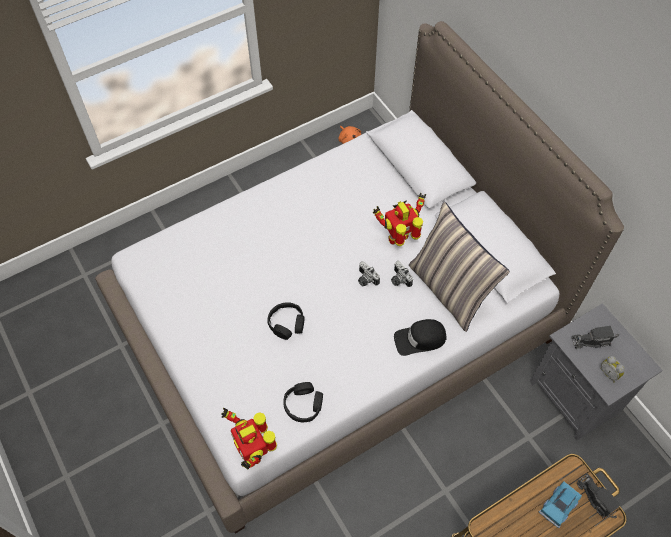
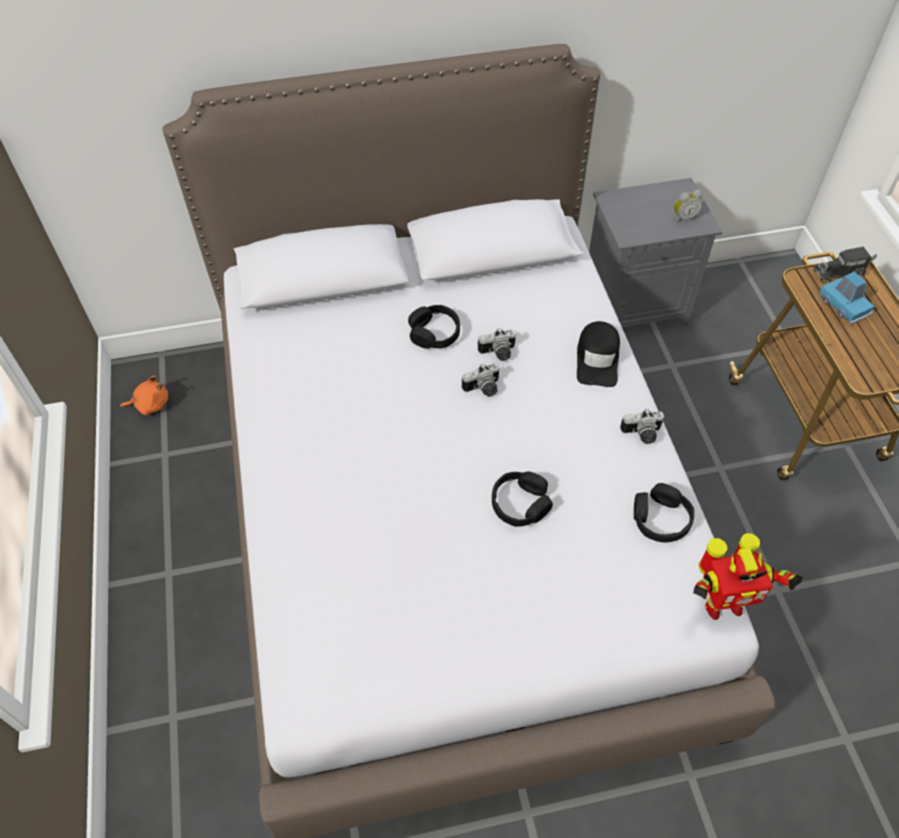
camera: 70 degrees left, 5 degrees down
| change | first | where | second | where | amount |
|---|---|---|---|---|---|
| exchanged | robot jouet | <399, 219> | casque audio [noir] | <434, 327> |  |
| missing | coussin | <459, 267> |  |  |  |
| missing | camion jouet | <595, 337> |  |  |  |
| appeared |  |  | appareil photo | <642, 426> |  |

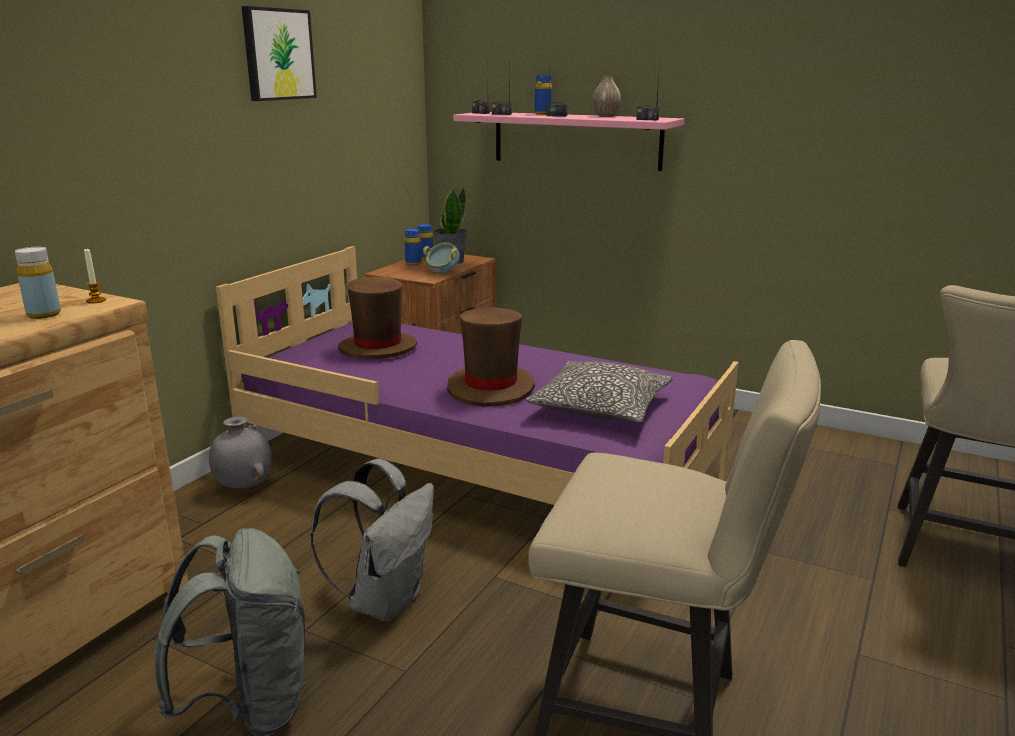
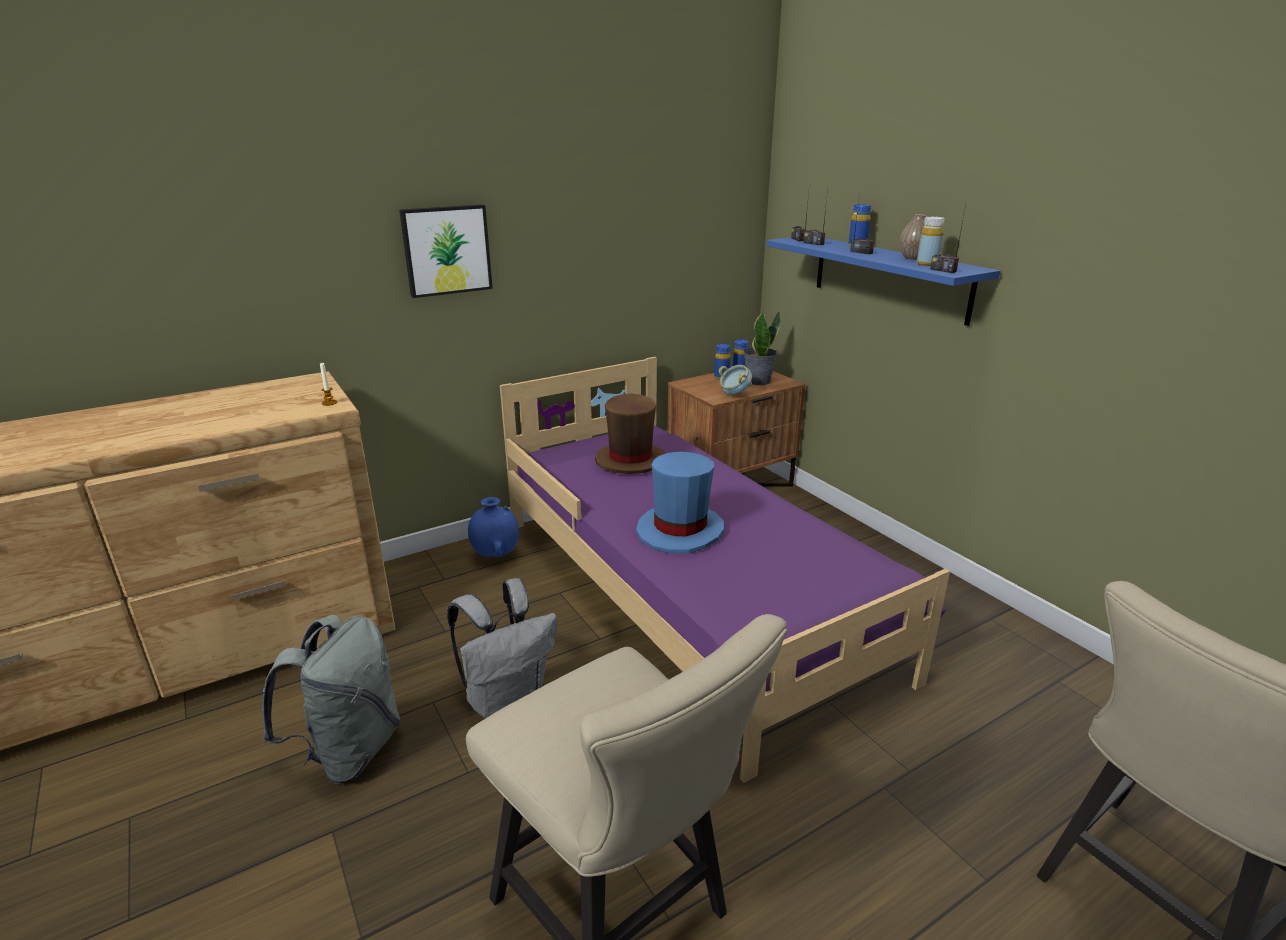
camera: 30 degrees right, 5 degrees up
| change | first | where | second | where | amount |
|---|---|---|---|---|---|
| relocated | tableau | <279, 53> |  | <446, 251> |  |
| colour | étagère [rose] | <568, 141> | étagère [bleu] | <883, 282> |  |
| relocated | bouteille [jaune] | <38, 283> |  | <931, 241> |  |
| colour | chapeau [marron] | <491, 357> | chapeau [bleu] | <680, 503> |  |
| missing | coussin | <599, 392> |  |  |  |
| colour | vase [gris] | <240, 452> | vase [bleu] | <493, 527> |  |

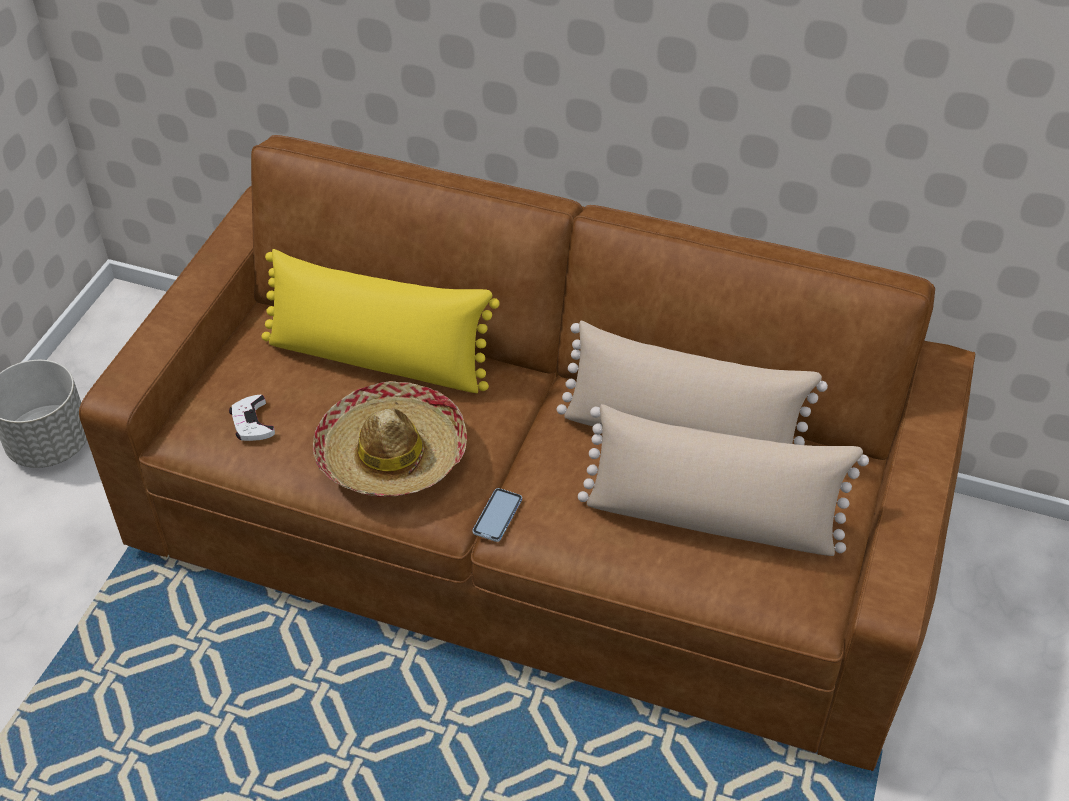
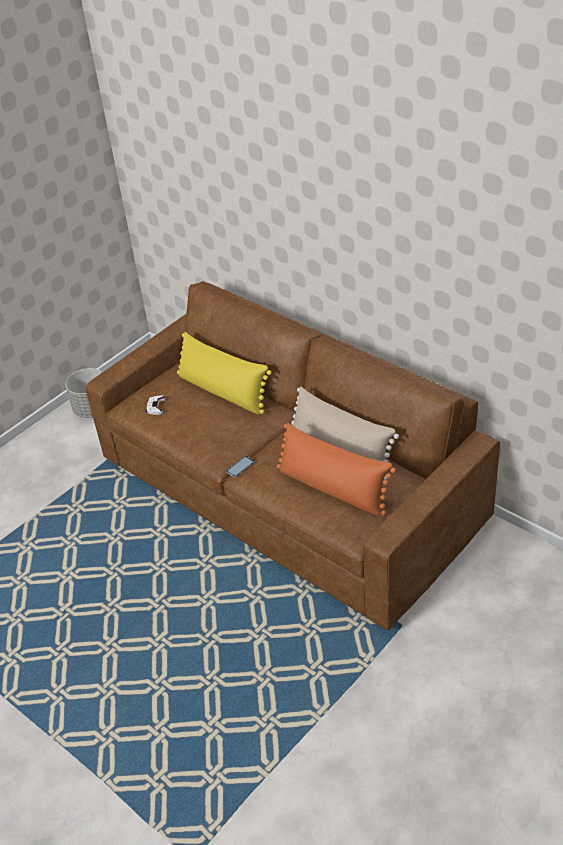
camera: 25 degrees right, 5 degrees down
| change | first | where | second | where | amount |
|---|---|---|---|---|---|
| missing | chapeau | <390, 439> |  |  |  |
| colour | coussin [beige] | <723, 480> | coussin [orange] | <336, 469> |  |

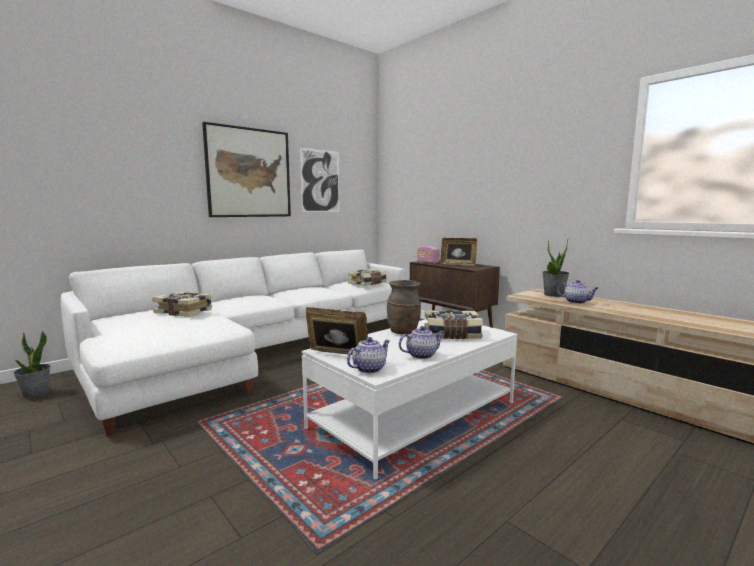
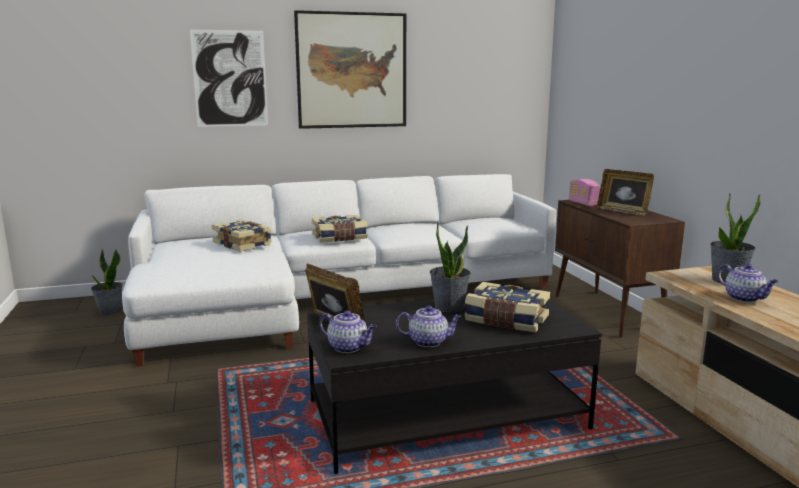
camera: 25 degrees right, 5 degrees up
| change | first | where | second | where | amount |
|---|---|---|---|---|---|
| relocated | tableau | <319, 180> |  | <229, 78> |  |
| relocated | livre | <367, 277> |  | <340, 229> |  |
| exchanged | vase [marron] | <404, 307> | plante en pot | <450, 267> |  |
| colour | table basse [blanc] | <410, 399> | table basse [noir] | <454, 381> |  |
| spun | théière | <368, 355> |  | <348, 331> | 45 degrees clockwise |

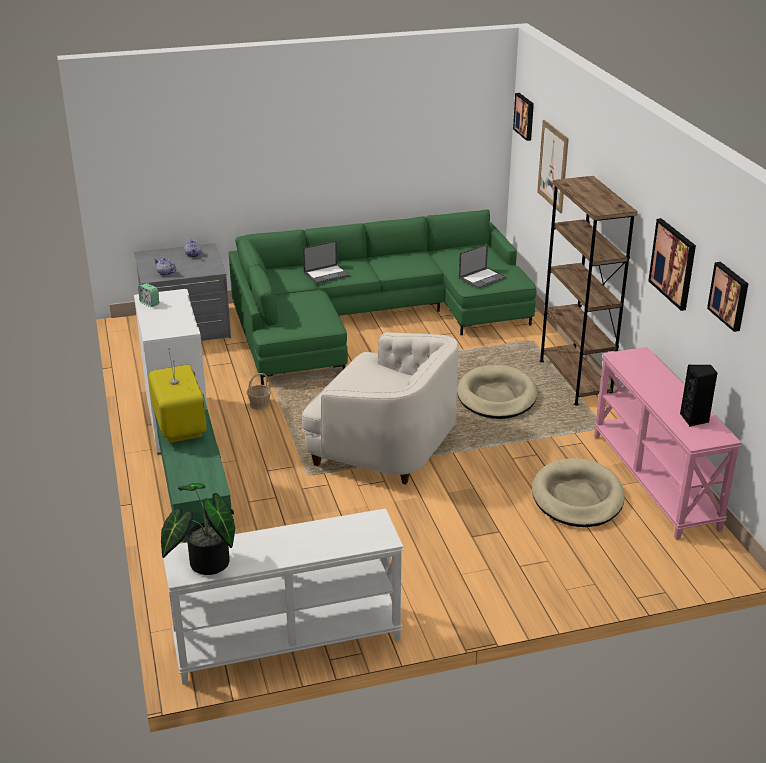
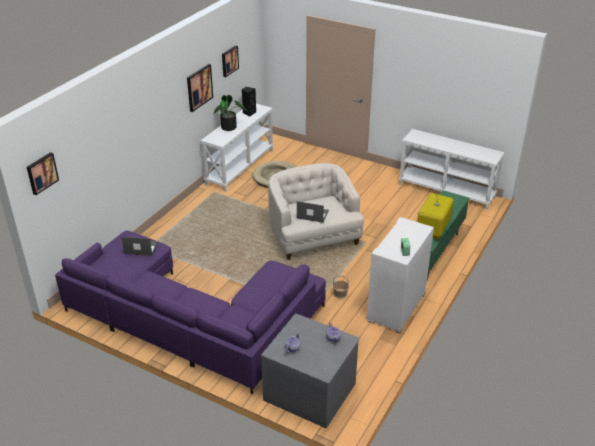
camera: 135 degrees left, 5 degrees up
| change | first | where | second | where | amount |
|---|---|---|---|---|---|
| missing | tableau | <553, 166> |  |  |  |
| missing | bibliothèque [marron] | <588, 291> |  |  |  |
| colour | canapé [vert] | <382, 297> | canapé [violet] | <190, 312> |  |
| relocated | ordinateur portable | <326, 262> |  | <313, 212> |  |
| colour | table console [rose] | <668, 443> | table console [blanc] | <236, 148> |  |
| missing | panier pour chien [beige] | <497, 392> |  |  |  |
| relocated | plante en pot | <198, 529> |  | <231, 113> |  |

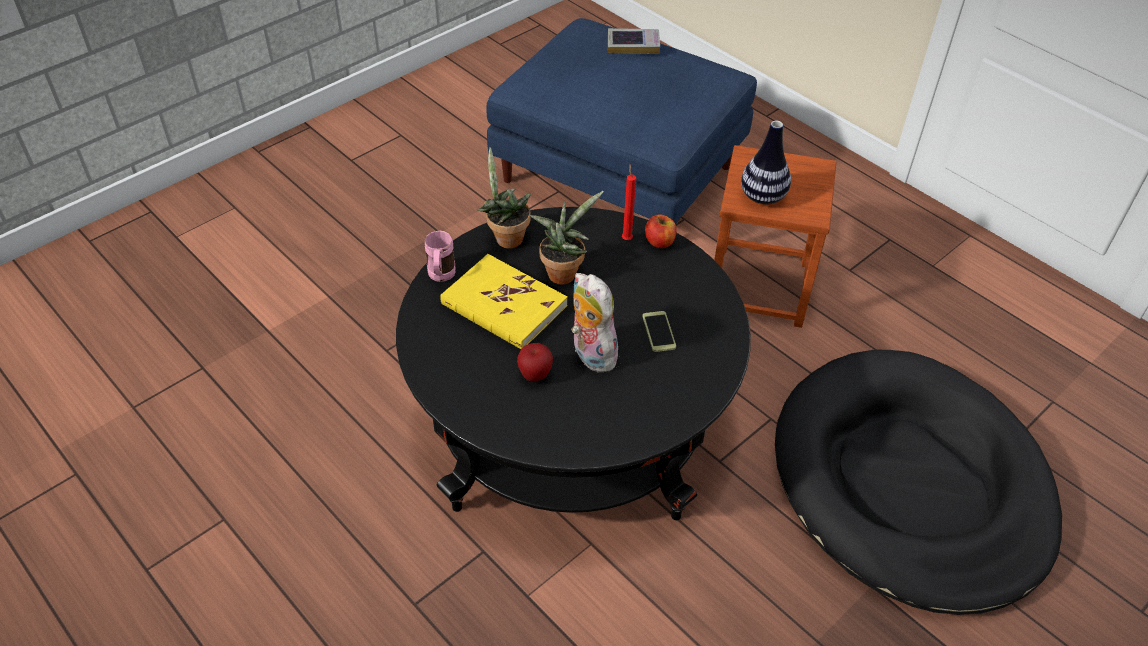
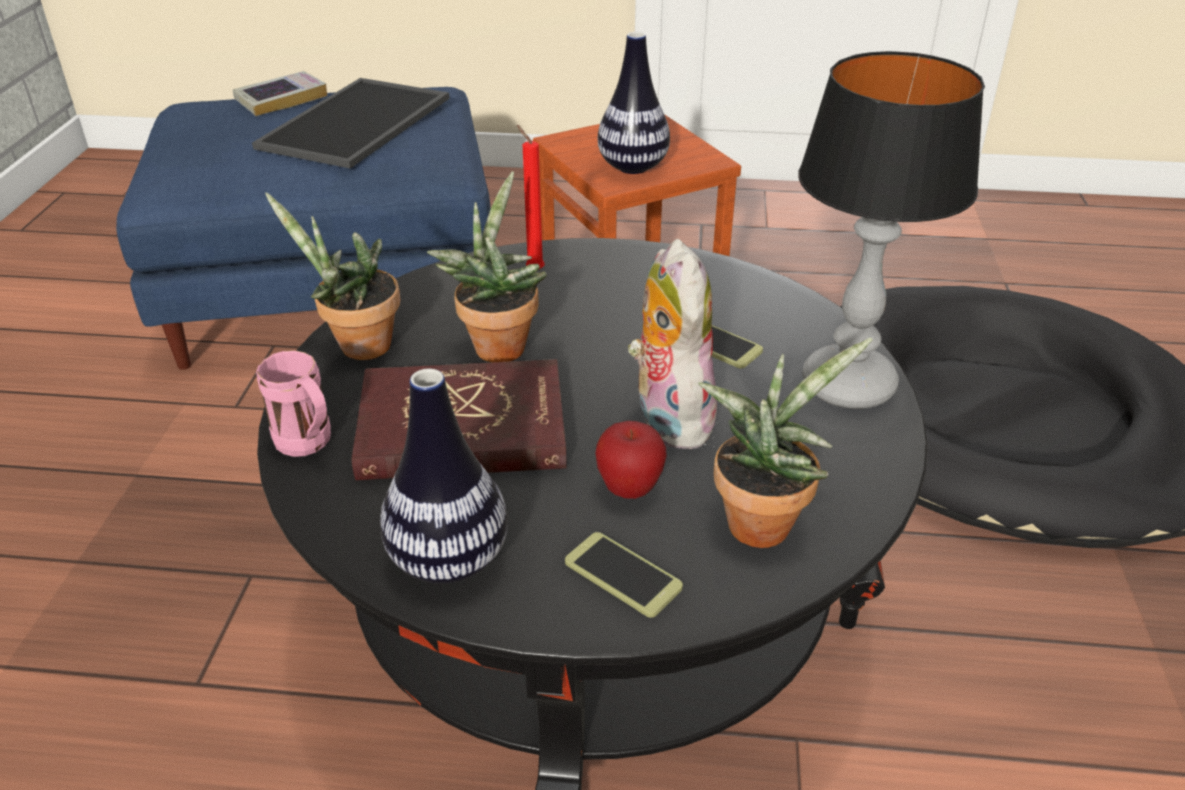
camera: 40 degrees left, 10 degrees down
| change | first | where | second | where | amount |
|---|---|---|---|---|---|
| missing | pomme | <661, 231> |  |  |  |
| colour | livre [jaune] | <504, 301> | livre [rouge] | <459, 419> |  |
| spun | peluche | <594, 322> |  | <672, 344> | 60 degrees clockwise |
| appeared |  |  | lampe de table | <891, 230> |  |
| appeared |  |  | plateau | <351, 123> |  |
| appeared |  |  | plante en pot | <785, 443> |  |
| appeared |  |  | vase | <444, 476> |  |
| appeared |  |  | téléphone | <624, 575> |  |

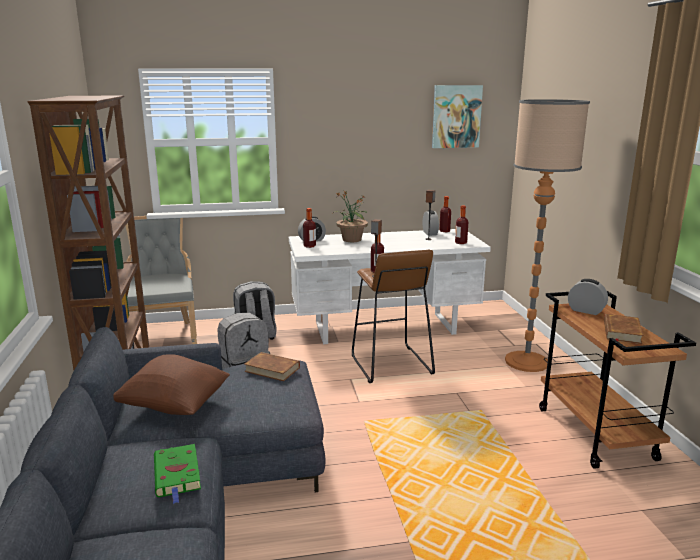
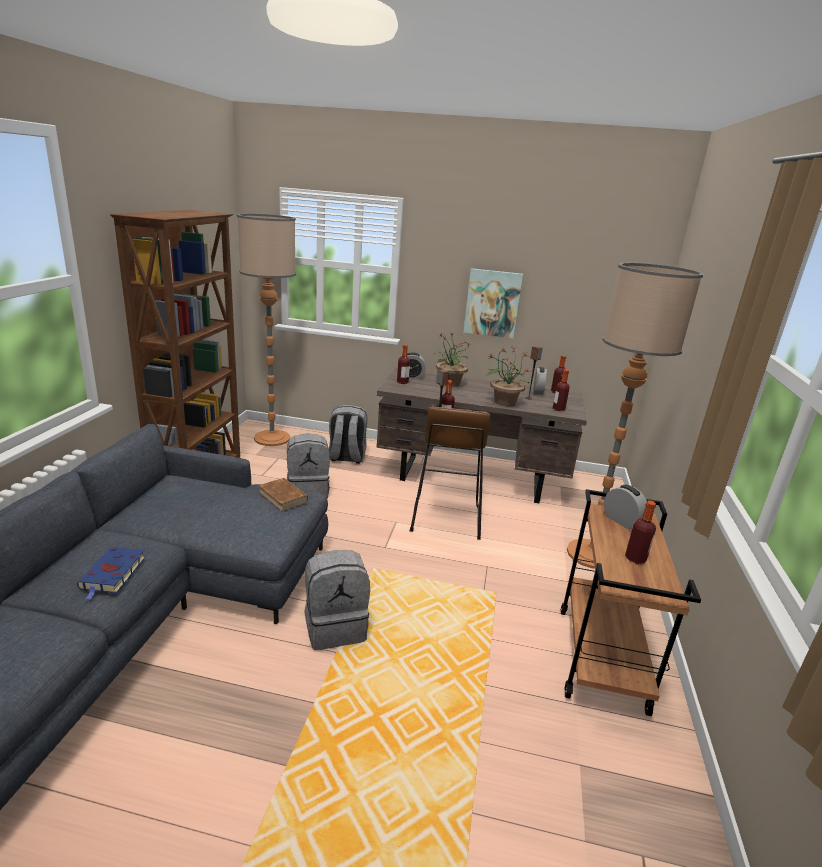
camera: 20 degrees right, 5 degrees up
| change | first | where | second | where | amount |
|---|---|---|---|---|---|
| relocated | tableau | <457, 116> |  | <493, 303> |  |
| exchanged | chaise [gris] | <161, 280> | lampadaire | <266, 330> |  |
| colour | bureau [blanc] | <390, 286> | bureau [marron] | <481, 435> |  |
| exchanged | livre [marron] | <624, 329> | bouteille | <640, 532> |  |
| missing | coussin [marron] | <171, 384> |  |  |  |
| colour | livre [vert] | <177, 474> | livre [bleu] | <111, 573> |  |
| appeared |  |  | plante en pot | <508, 376> |  |
| appeared |  |  | sac à dos [gris] | <337, 600> |  |

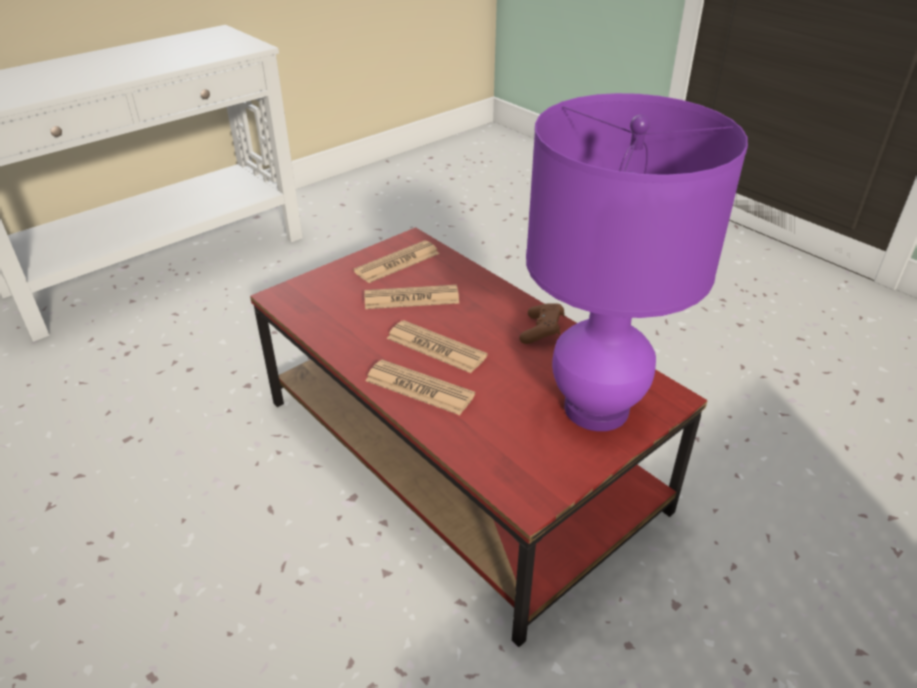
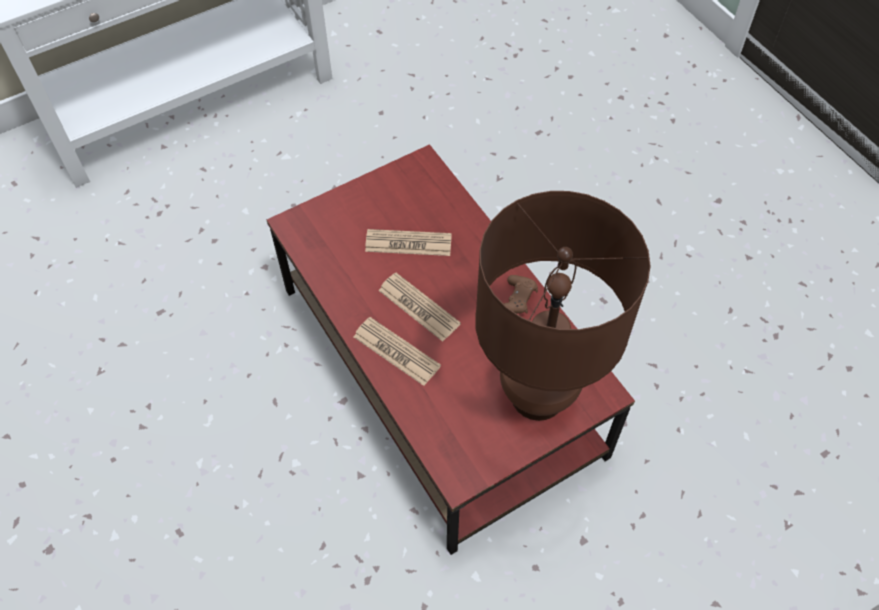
camera: 10 degrees right, 20 degrees up
| change | first | where | second | where | amount |
|---|---|---|---|---|---|
| colour | lampe de table [violet] | <637, 262> | lampe de table [marron] | <563, 306> |  |
| missing | journal | <397, 261> |  |  |  |

